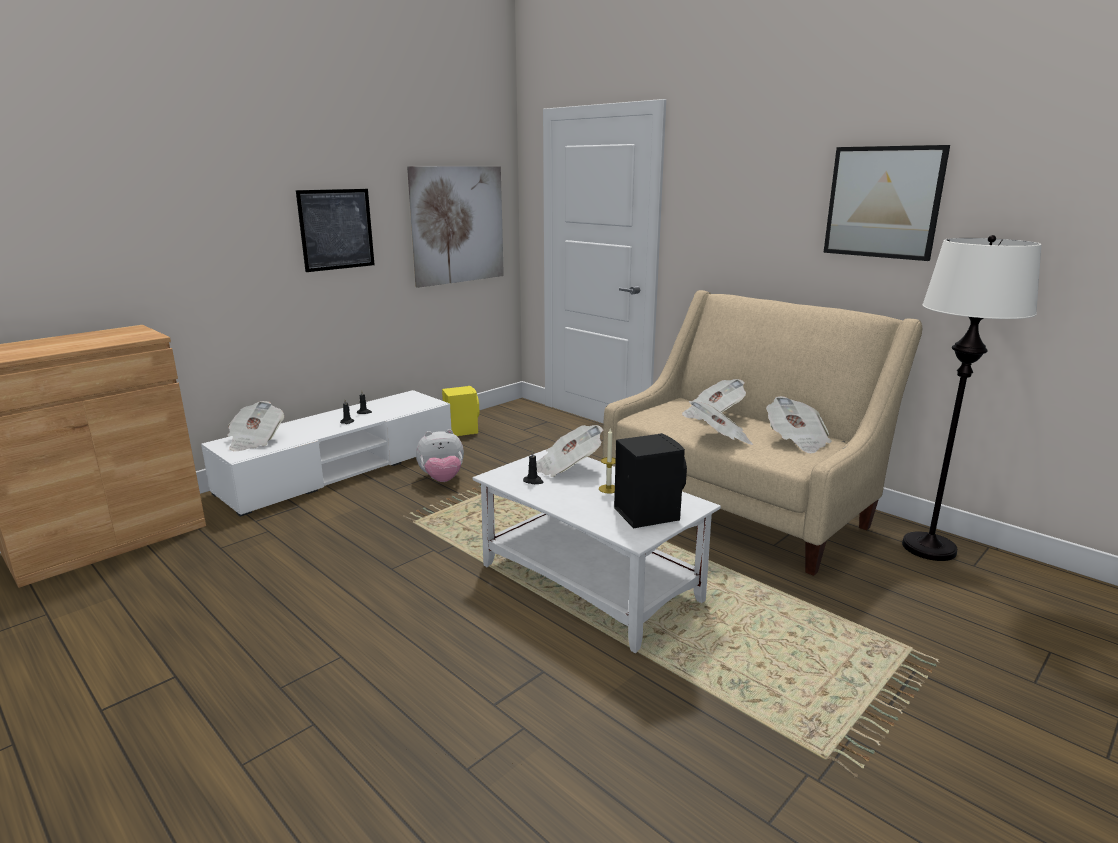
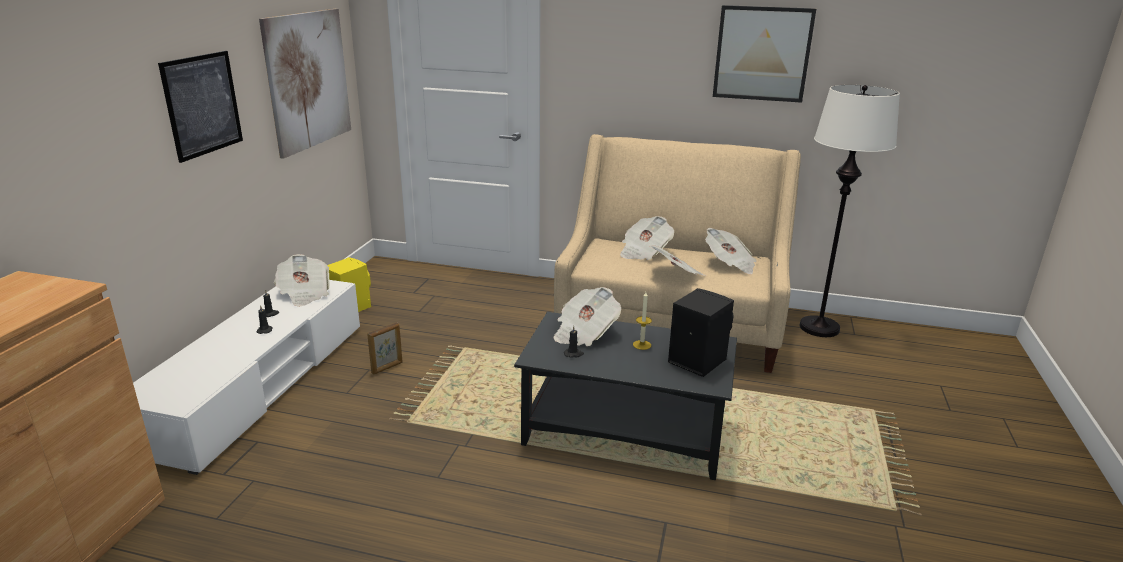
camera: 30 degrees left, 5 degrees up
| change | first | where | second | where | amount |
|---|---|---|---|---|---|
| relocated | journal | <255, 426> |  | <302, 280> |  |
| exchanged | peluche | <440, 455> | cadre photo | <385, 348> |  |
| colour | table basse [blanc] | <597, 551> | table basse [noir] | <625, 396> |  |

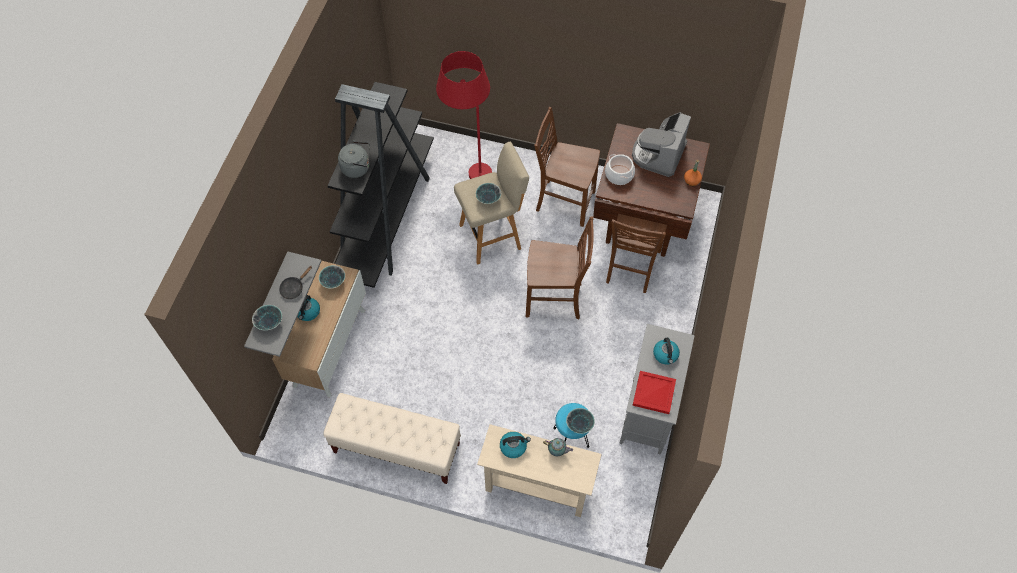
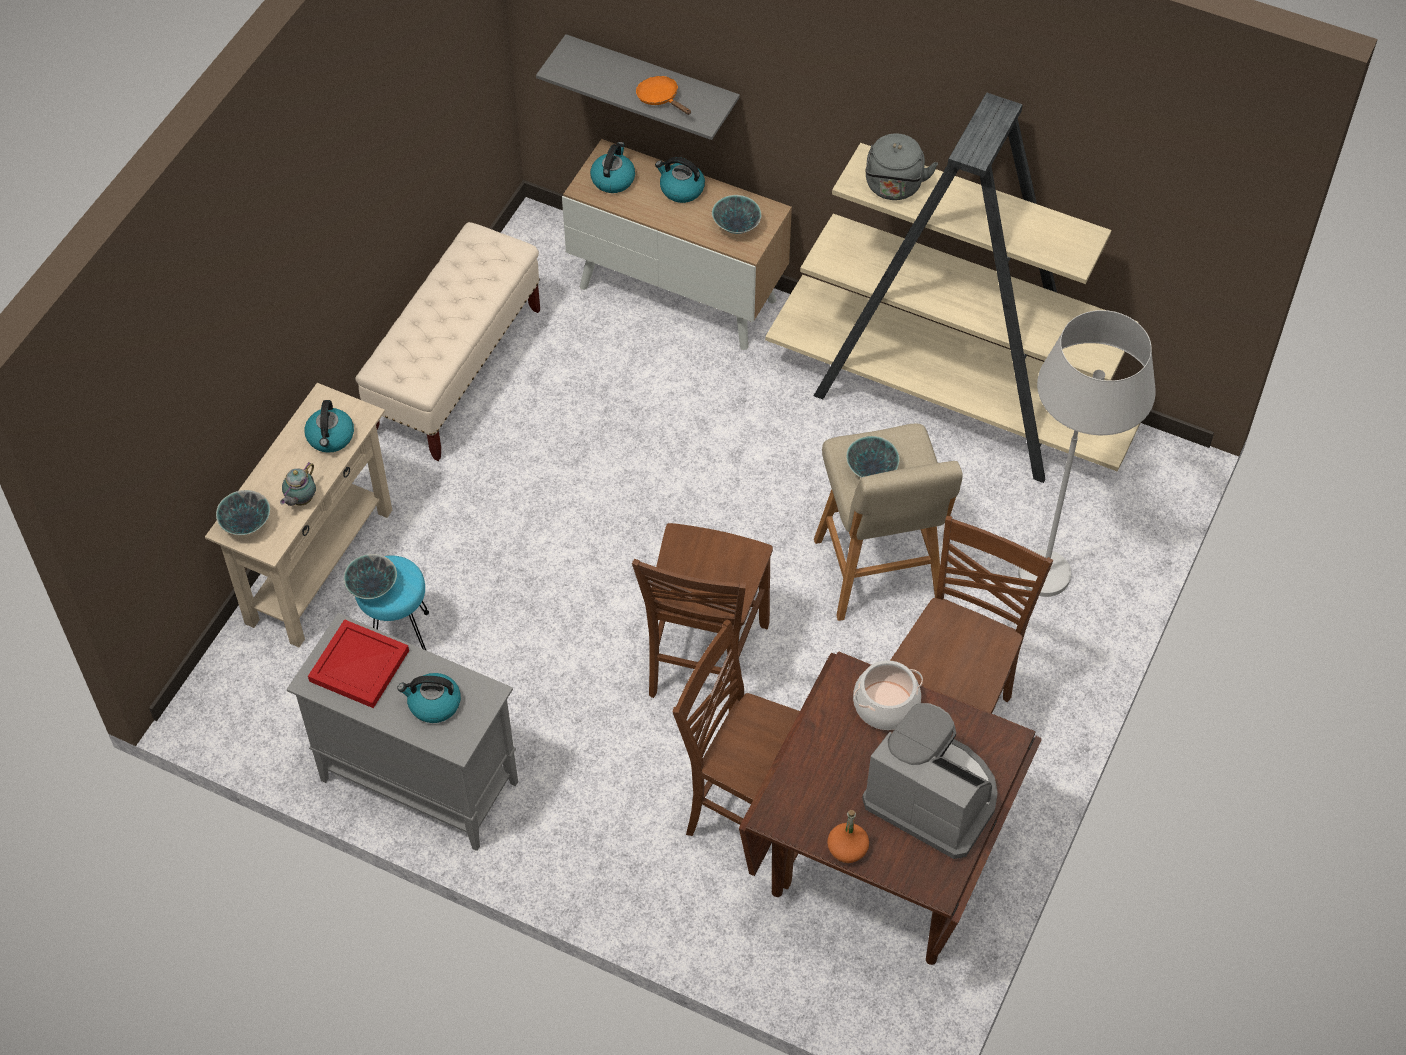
camera: 100 degrees right, 5 degrees down
| change | first | where | second | where | amount |
|---|---|---|---|---|---|
| colour | lampadaire [rouge] | <464, 115> | lampadaire [blanc] | <1087, 453> |  |
| colour | bibliothèque [noir] | <380, 185> | bibliothèque [beige] | <952, 288> |  |
| colour | poêle [noir] | <295, 282> | poêle [orange] | <663, 95> |  |
| relocated | bol | <267, 317> |  | <243, 512> |  |
| appeared |  |  | bouilloire | <612, 167> |  |

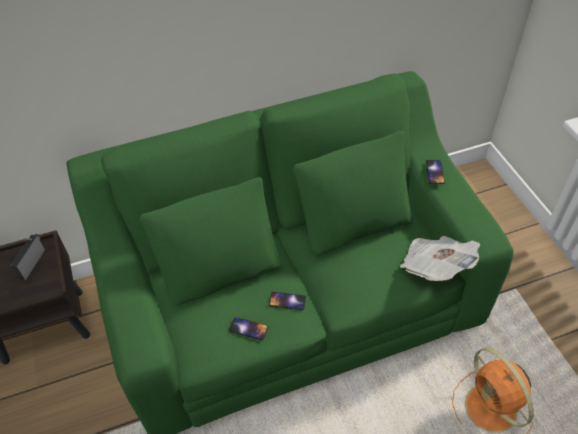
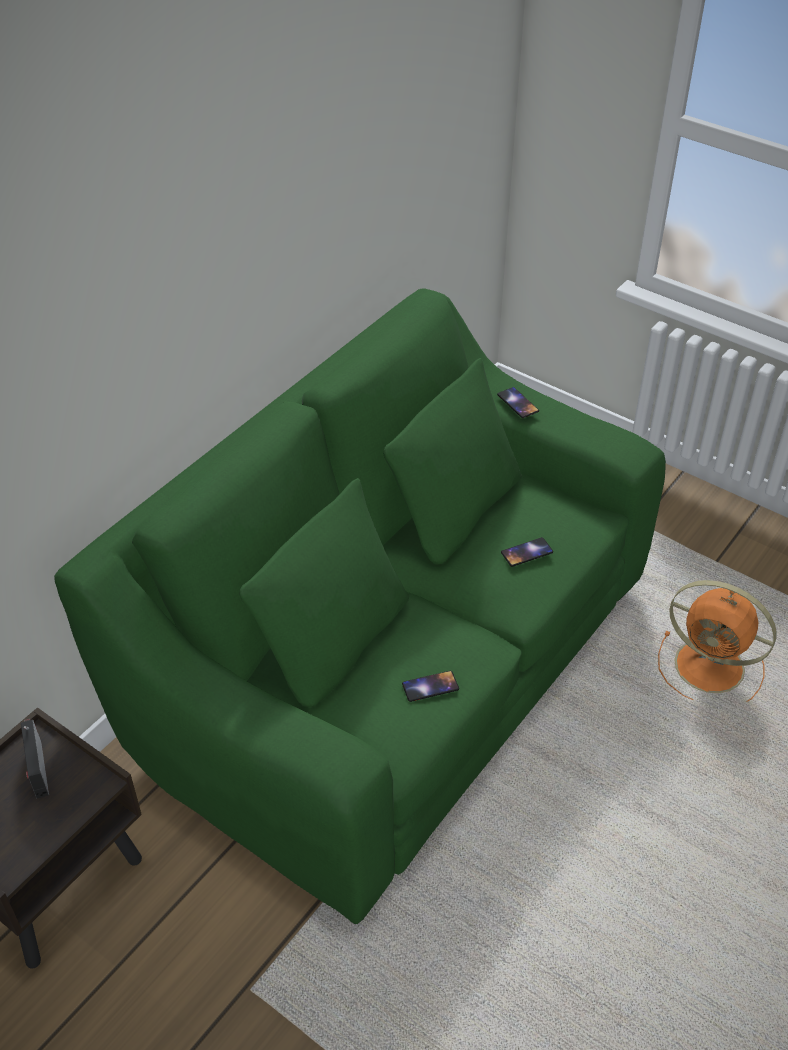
camera: 35 degrees left, 5 degrees down
| change | first | where | second | where | amount |
|---|---|---|---|---|---|
| missing | journal | <440, 258> |  |  |  |
| relocated | téléphone | <287, 301> |  | <527, 552> |  |

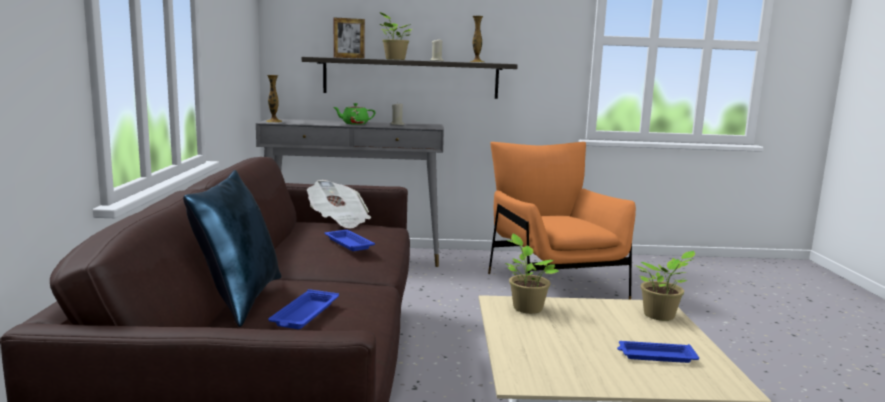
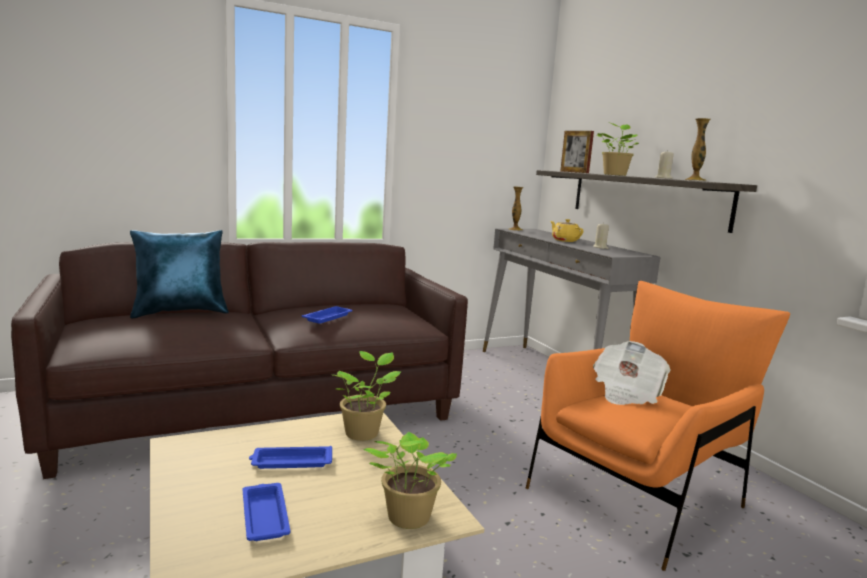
camera: 65 degrees right, 0 degrees up
| change | first | where | second | where | amount |
|---|---|---|---|---|---|
| colour | théière [vert] | <354, 114> | théière [jaune] | <566, 230> |  |
| relocated | journal | <339, 204> |  | <631, 373> |  |
| relocated | plateau [bleu] | <303, 309> |  | <290, 457> |  |

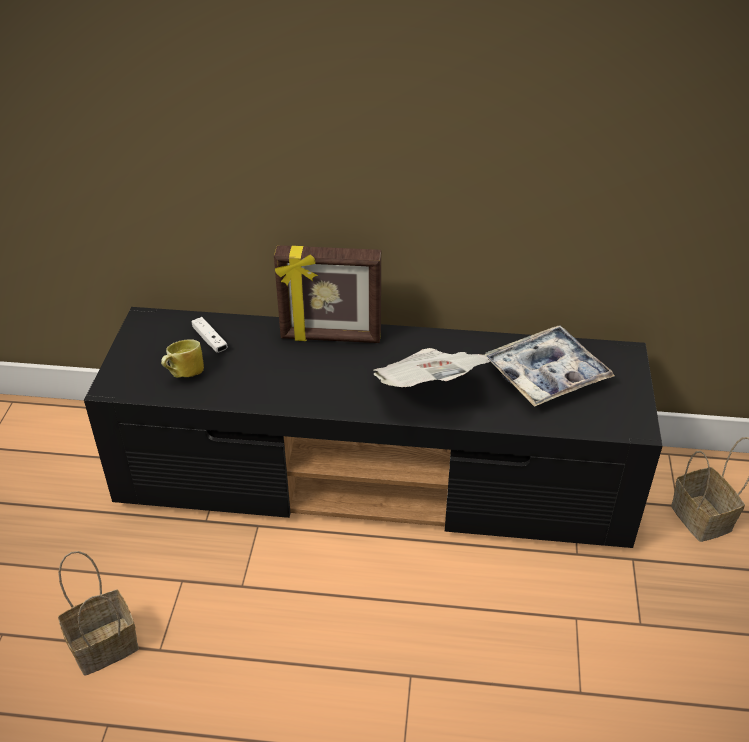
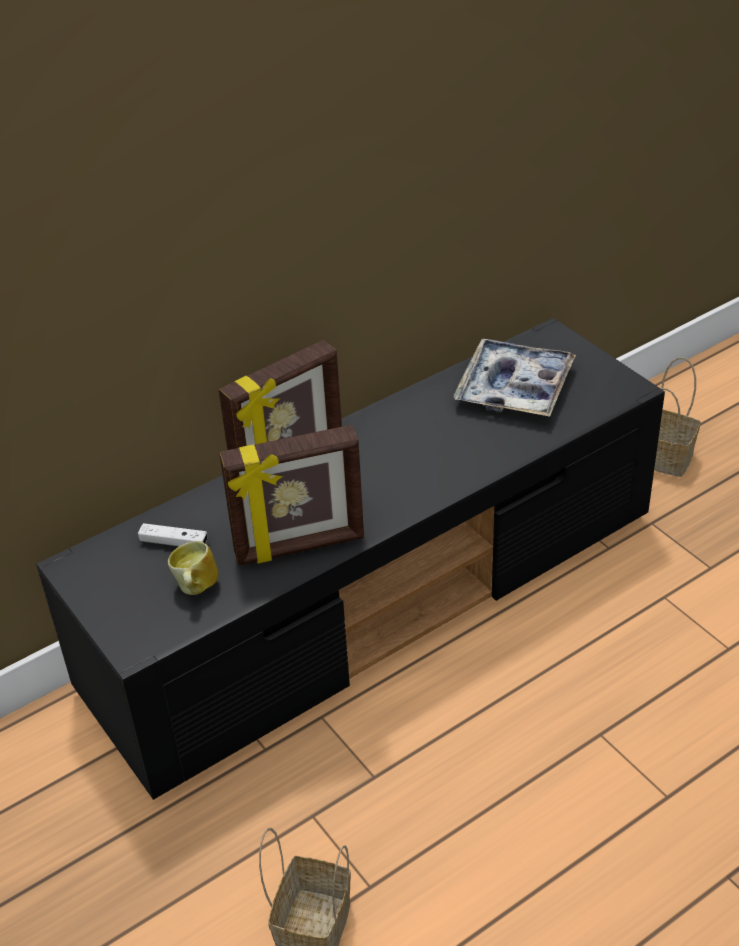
camera: 40 degrees left, 0 degrees up
| change | first | where | second | where | amount |
|---|---|---|---|---|---|
| missing | journal | <431, 367> |  |  |  |
| appeared |  |  | cadre photo | <291, 495> |  |

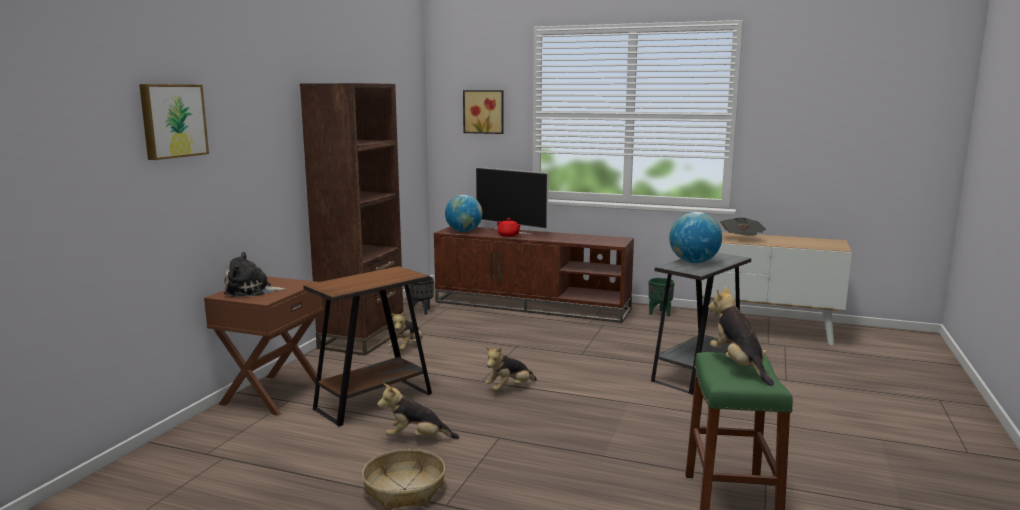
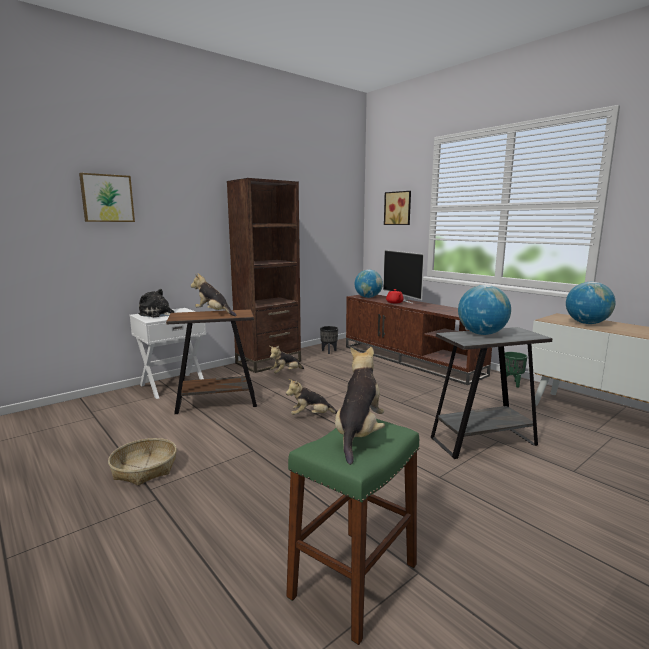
camera: 30 degrees right, 0 degrees up
| change | first | where | second | where | amount |
|---|---|---|---|---|---|
| exchanged | journal | <743, 227> | globe | <591, 303> |  |
| colour | table de chevet [marron] | <263, 346> | table de chevet [blanc] | <168, 353> |  |
| relocated | peluche | <418, 411> |  | <214, 294> |  |

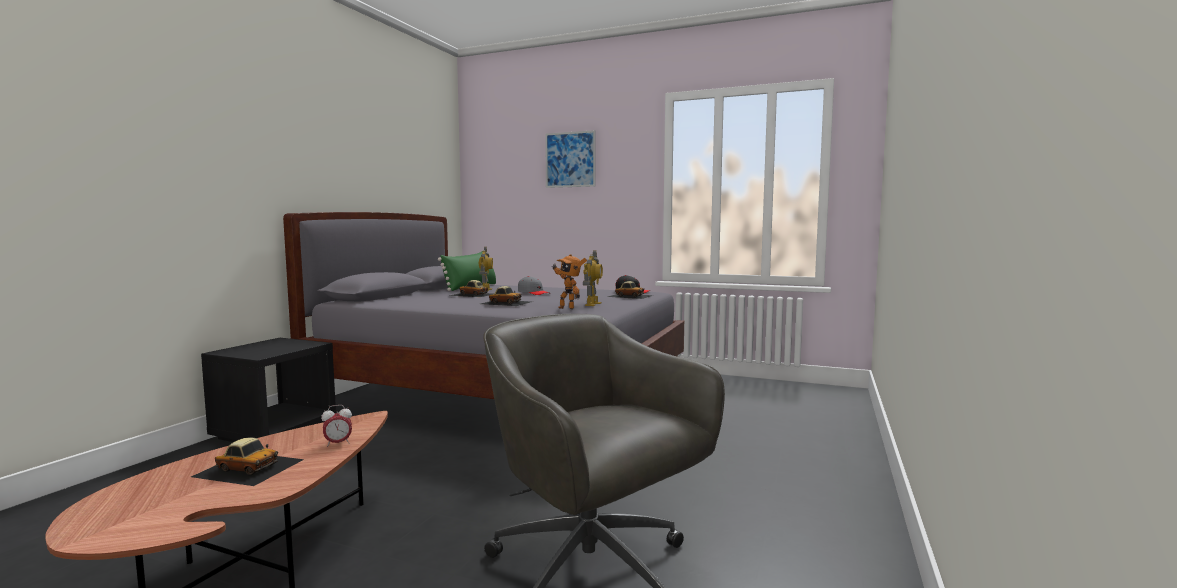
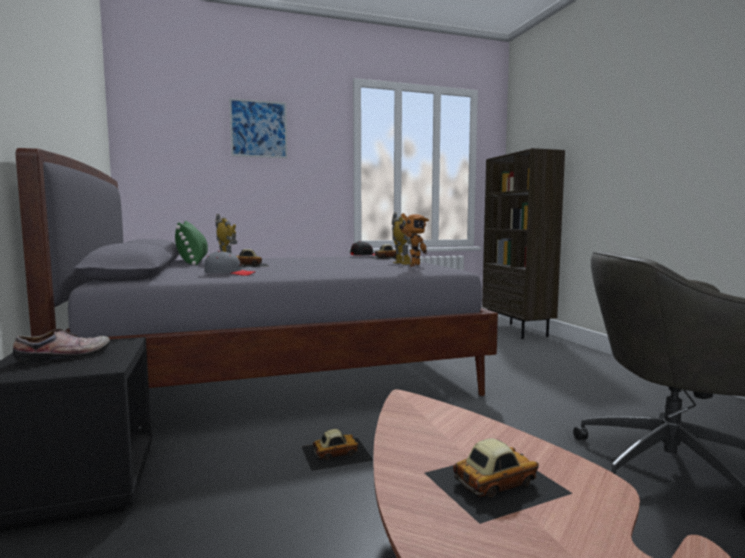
camera: 40 degrees left, 0 degrees up
| change | first | where | second | where | amount |
|---|---|---|---|---|---|
| spun | robot jouet | <569, 281> |  | <414, 240> | 45 degrees counterclockwise |
| relocated | casquette [gris] | <533, 285> |  | <230, 263> |  |
| relocated | petite voiture | <506, 296> |  | <337, 450> |  |
| missing | réveil | <336, 426> |  |  |  |
| appeared |  |  | bibliothèque [marron] | <523, 243> |  |
| appeared |  |  | chaussure | <61, 345> |  |

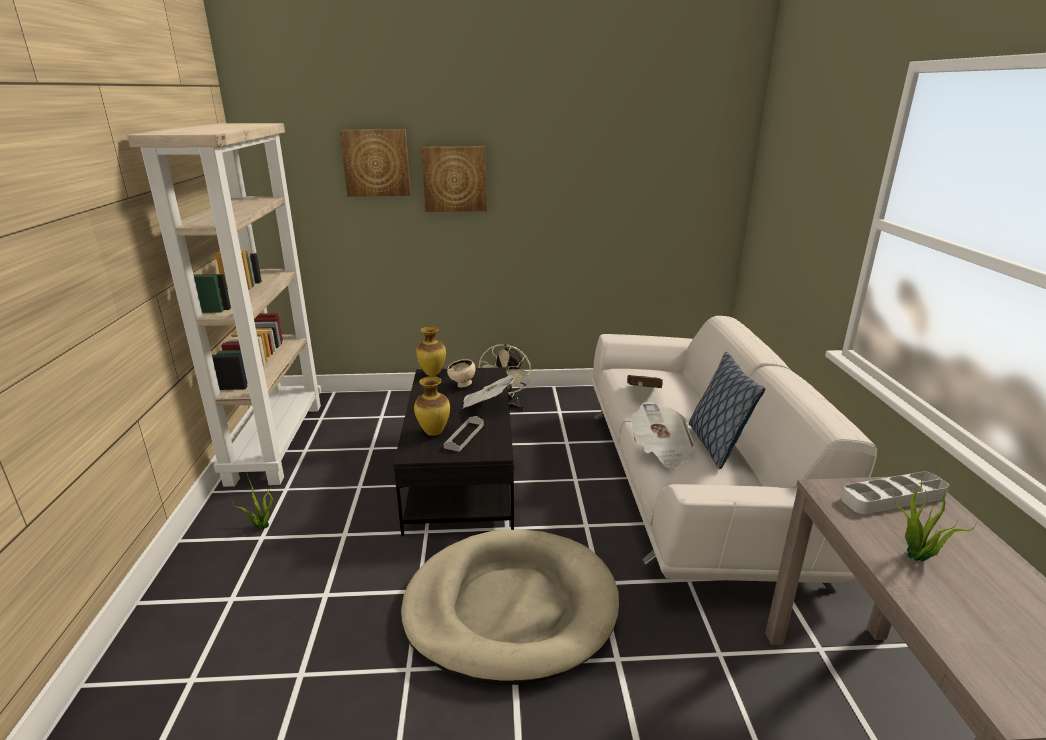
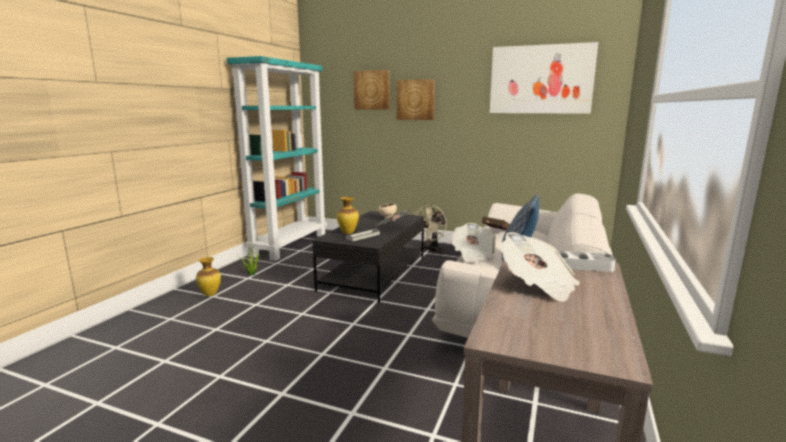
camera: 25 degrees right, 10 degrees down
| change | first | where | second | where | amount |
|---|---|---|---|---|---|
| colour | bibliothèque [beige] | <224, 305> | bibliothèque [turquoise] | <277, 158> |  |
| relocated | vase | <431, 351> |  | <208, 276> |  |
| exchanged | plante en pot | <936, 519> | journal | <539, 267> |  |
| missing | panier pour chien [beige] | <510, 607> |  |  |  |
| appeared |  |  | tableau | <544, 78> |  |

